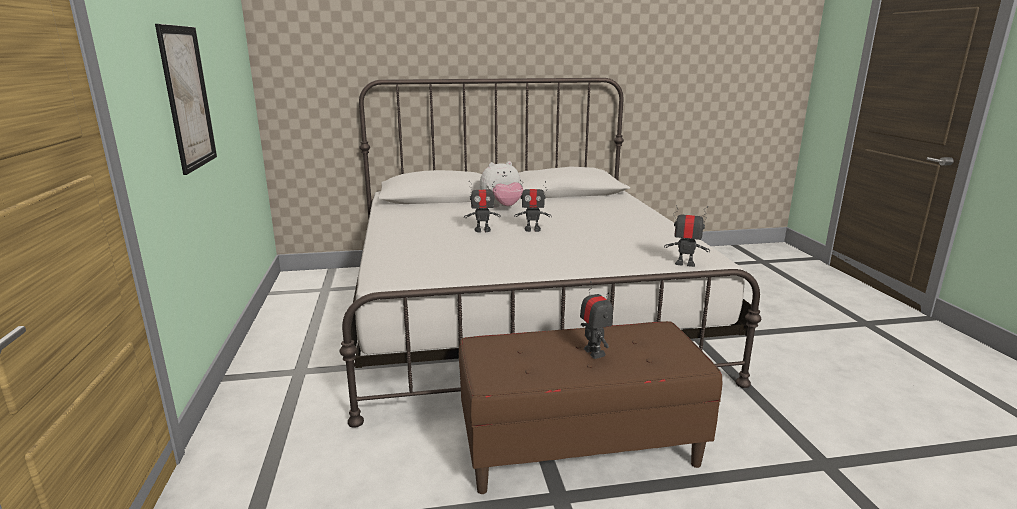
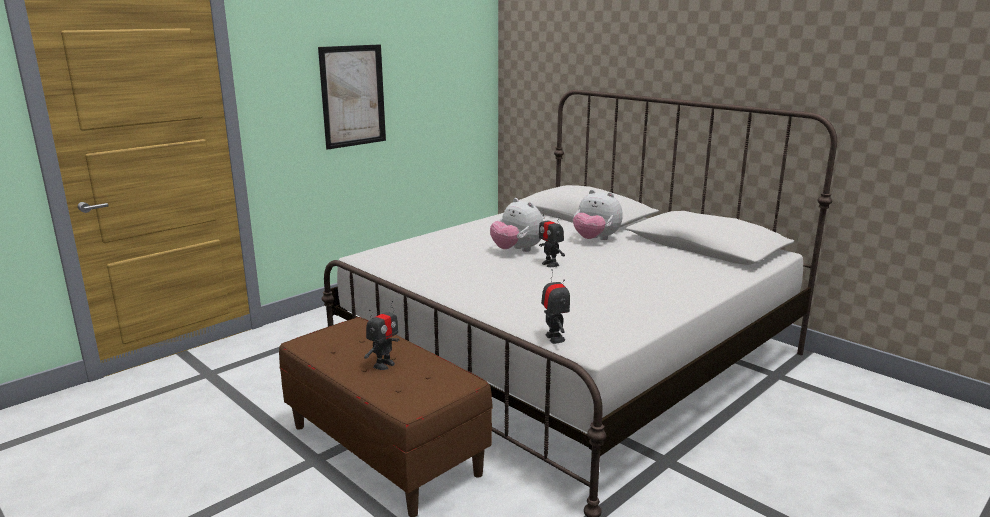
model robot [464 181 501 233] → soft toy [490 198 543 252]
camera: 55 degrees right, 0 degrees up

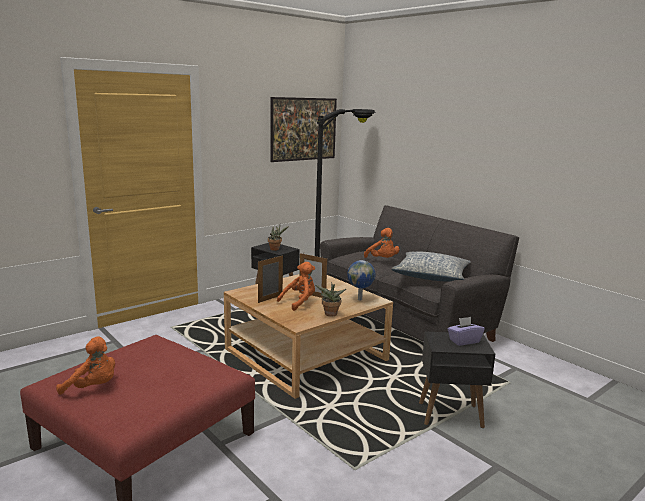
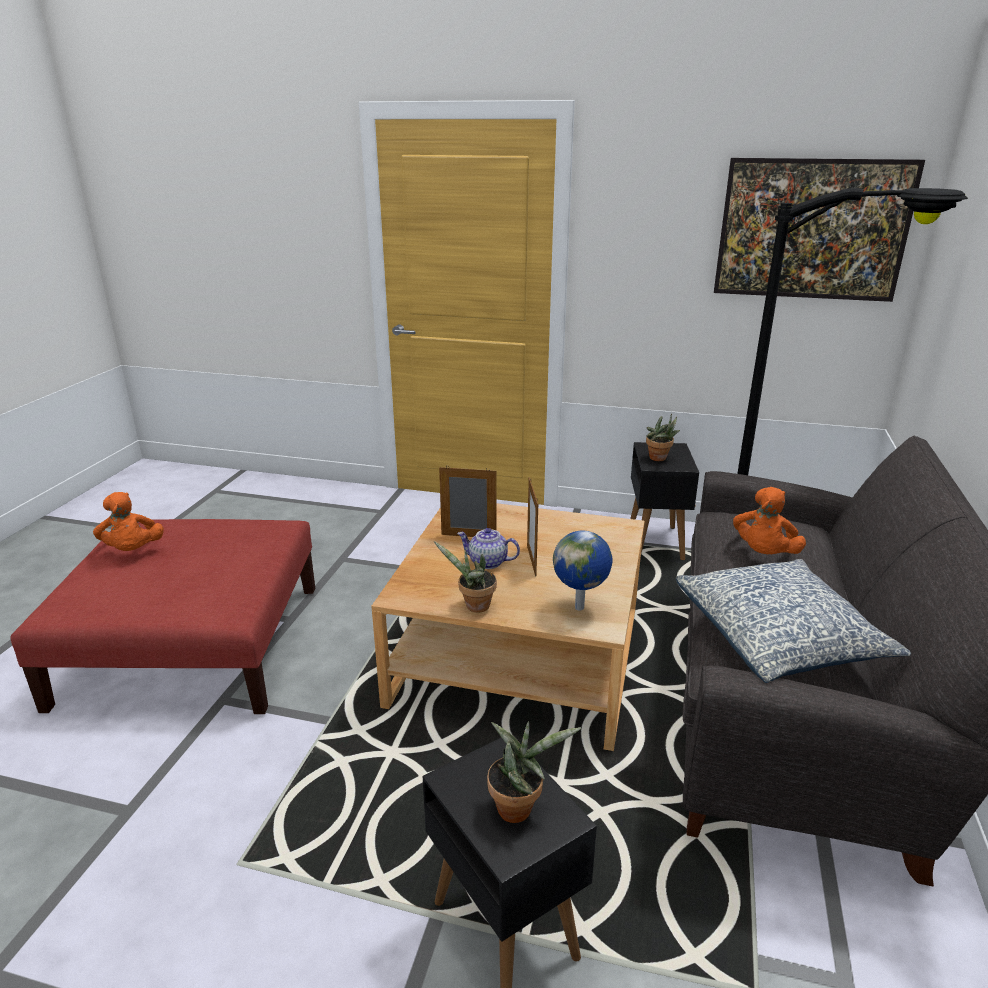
soft toy in orange-coloured [277 262 315 311] → teapot [457 528 520 569]
tissue holder in purplish [447 317 485 346] → potted plant [487 721 581 823]
camera: 55 degrees right, 10 degrees up

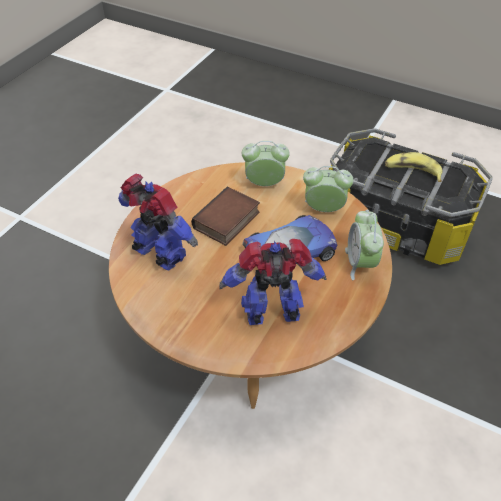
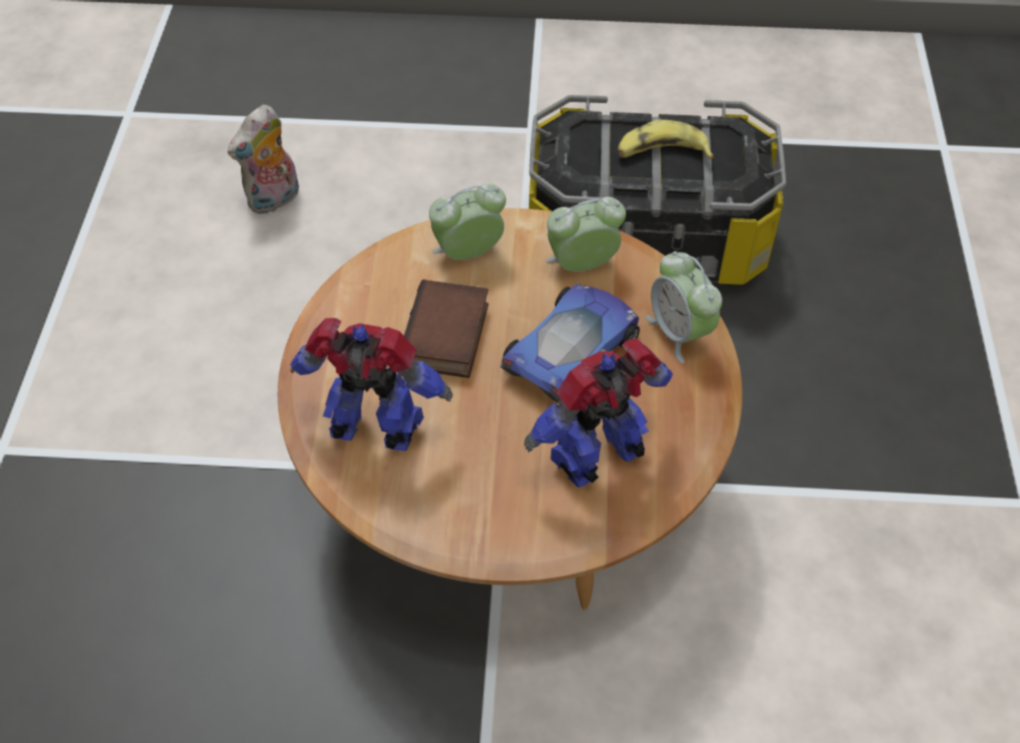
- → soft toy [228 105 299 215]
camera: 25 degrees left, 5 degrees up

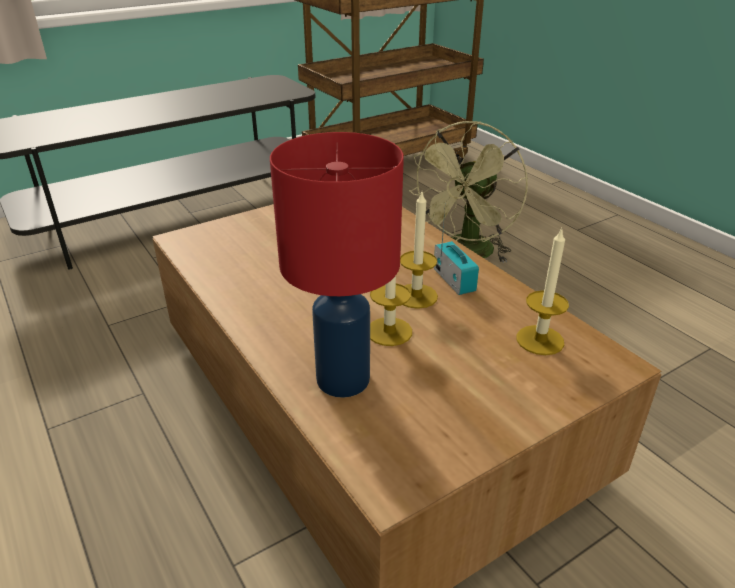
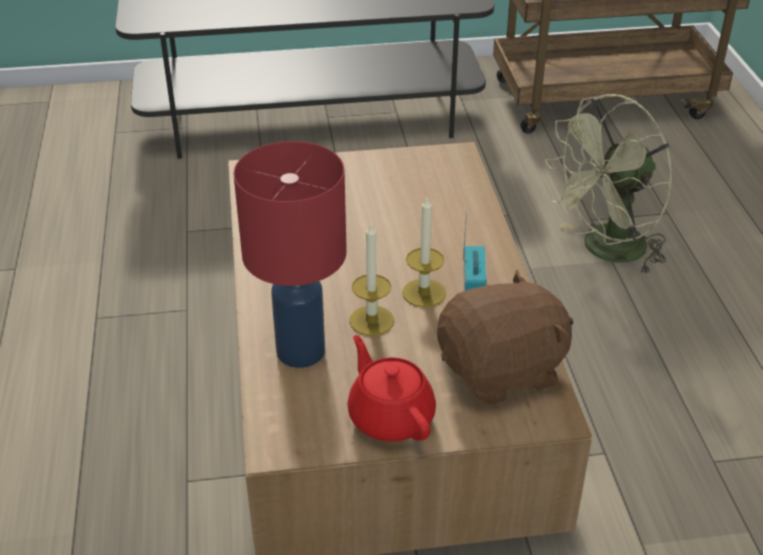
wax light [516 227 569 355] → soft toy in brownish [437 270 573 405]
- → teapot in red [347 335 436 442]
camera: 25 degrees right, 5 degrees up

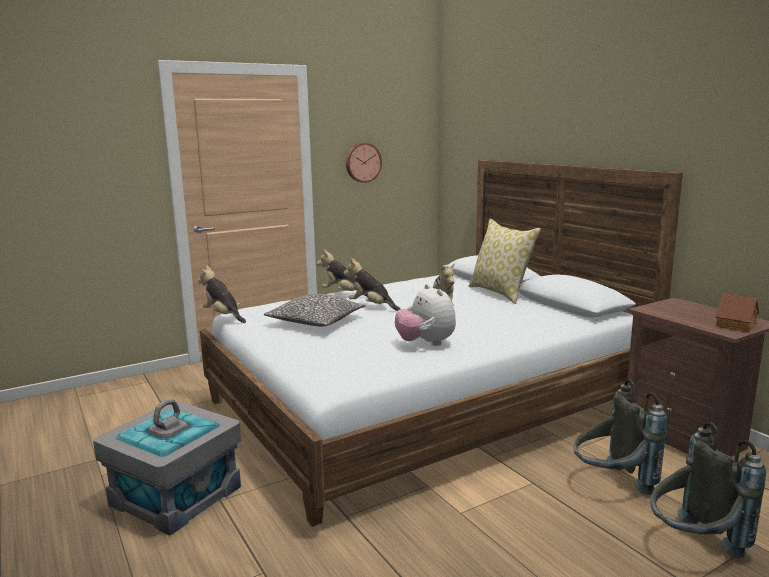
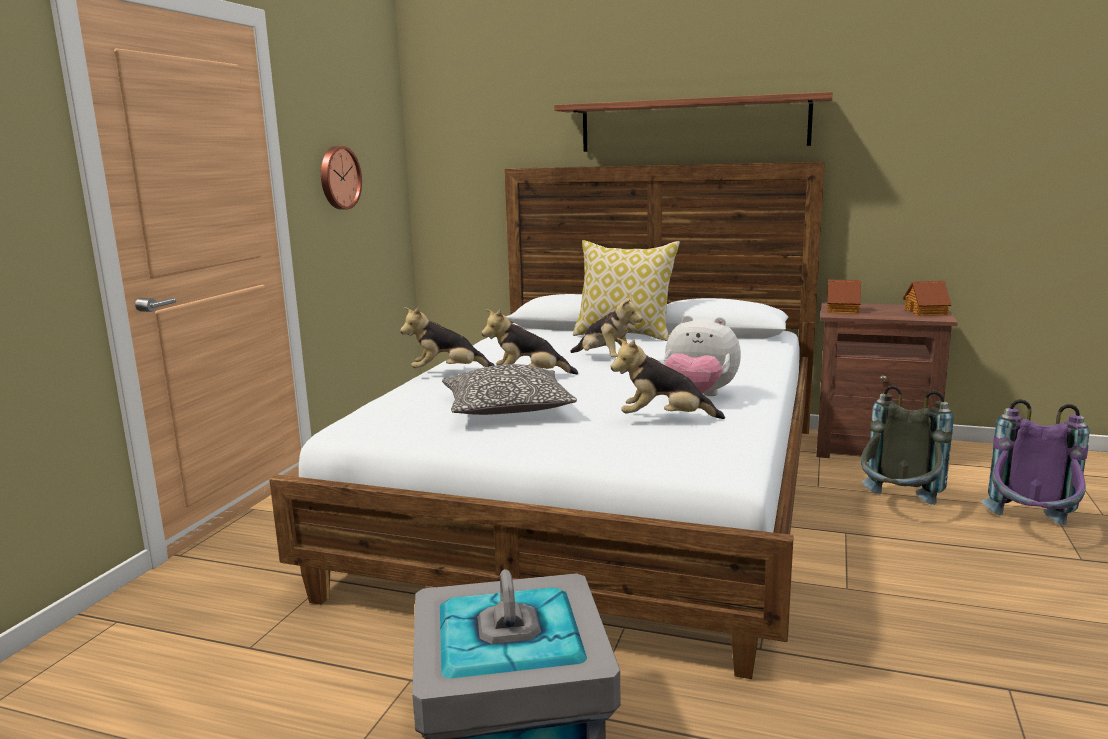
soft toy [198 265 246 323] → soft toy [611 338 725 419], relocated
rucksack in greyish [650 422 766 559] → rucksack in purplish [982 399 1090 525]
- → bracket shelf [554 92 833 152]
- → model house [827 280 862 314]
camera: 40 degrees left, 0 degrees up

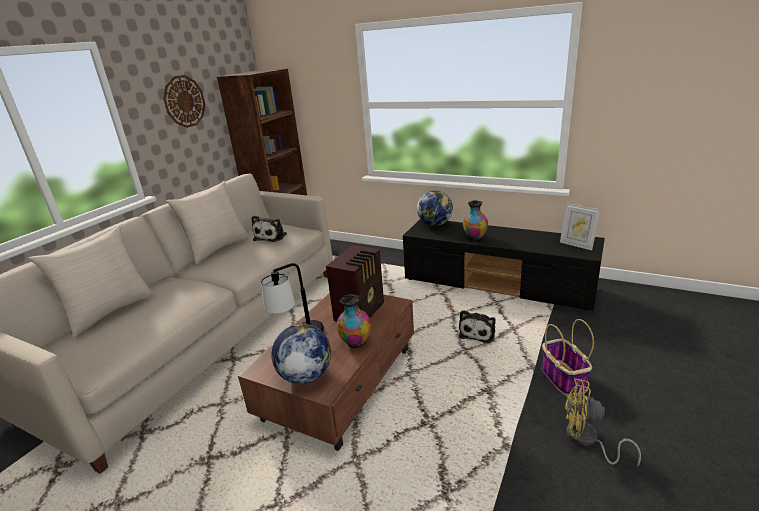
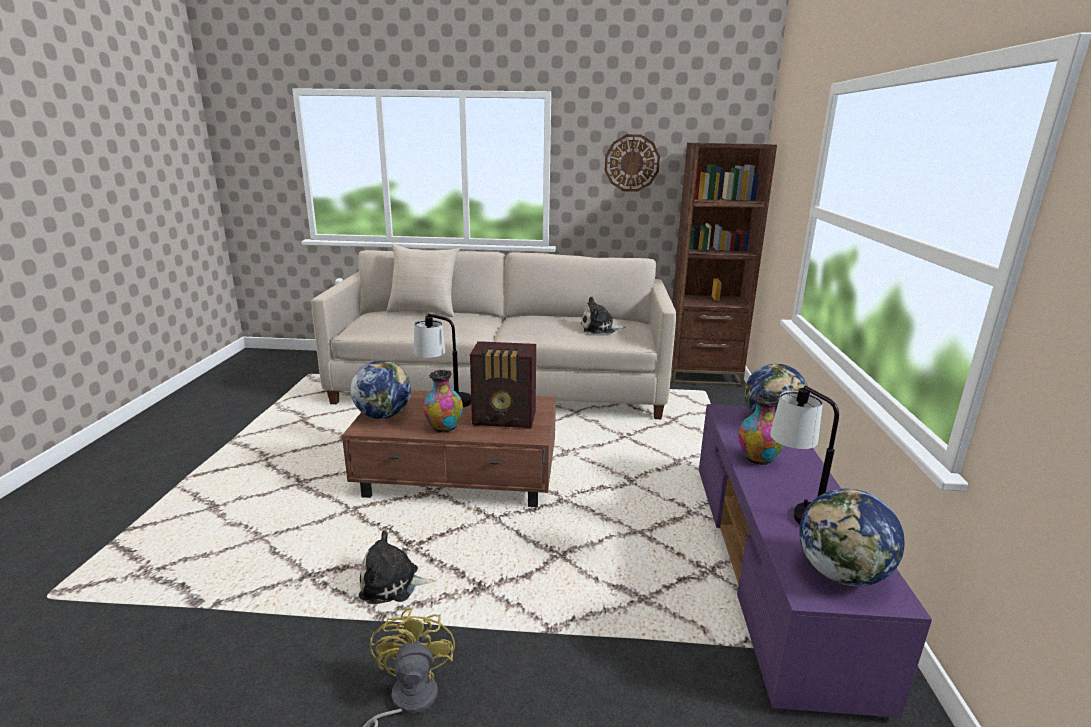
throw pillow in sand-coloured [166 181 250 264] → -
photo frame [560 203 601 250] → globe [799 488 905 586]
tv stand in black-coloured [403 219 605 312] → tv stand in purplish [699 404 932 721]
soft toy [459 310 496 343] → soft toy [359 530 436 604], relocated
household basket [541 319 594 396] → -
- → tabletop lamp [770 386 839 524]
camera: 65 degrees right, 5 degrees down

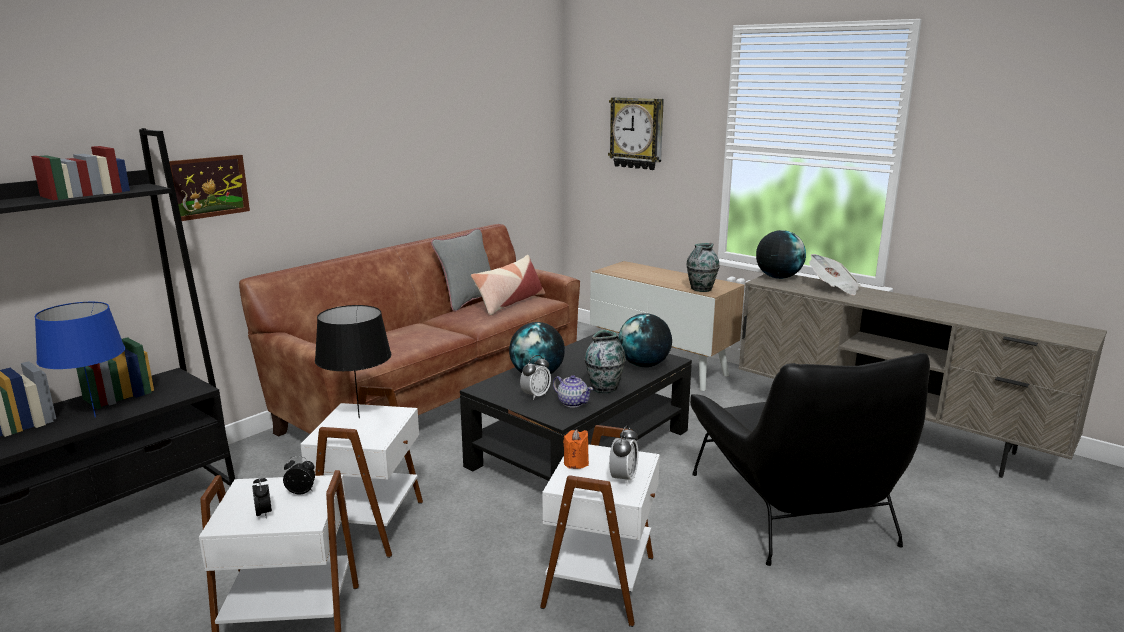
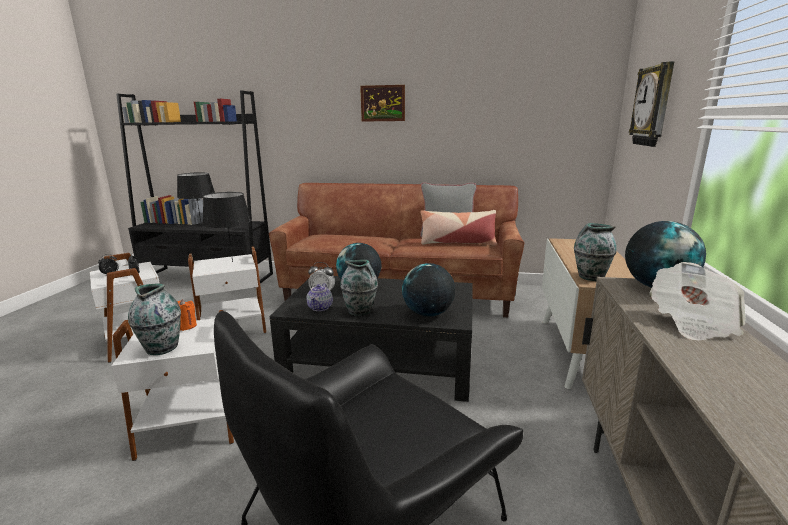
picture [169 155 250 222] → picture [360 85 405 122], relocated
tabletop lamp in blue [35 302 125 417] → tabletop lamp in black-coloured [177 172 215 227]
bedside clock [609 426 638 485] → vase [128 283 181 355]
camera: 60 degrees right, 0 degrees up

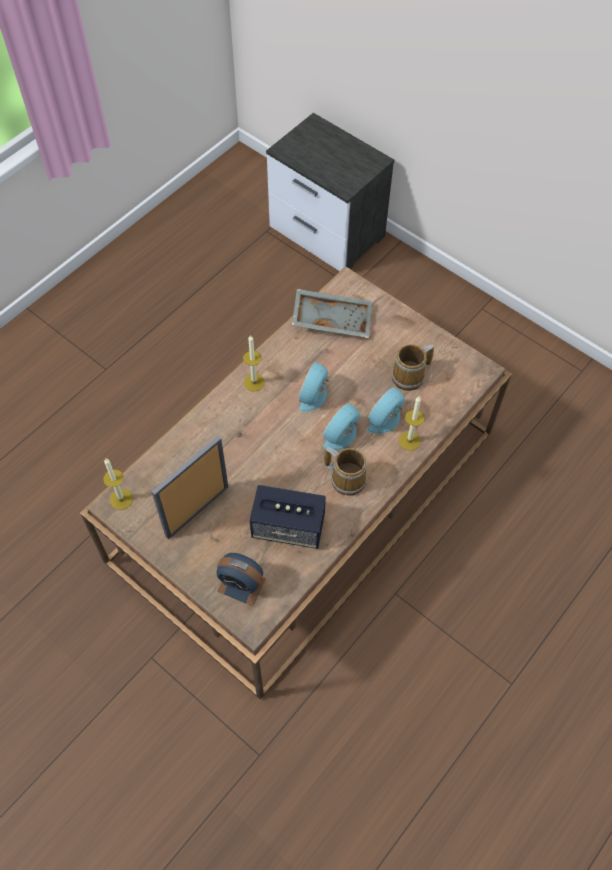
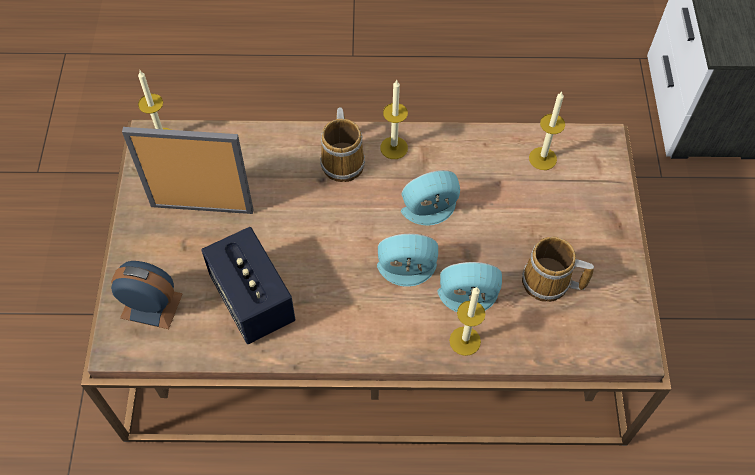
serving tray in greyish [292 289 372 338] → wax light [529 92 565 170]
coffee mug [324 447 367 495] → coffee mug [320 107 365 182], relocated
bedside clock [217 553 266 606] → bedside clock [111 261 183 329], 120 degrees clockwise
camera: 50 degrees right, 0 degrees up

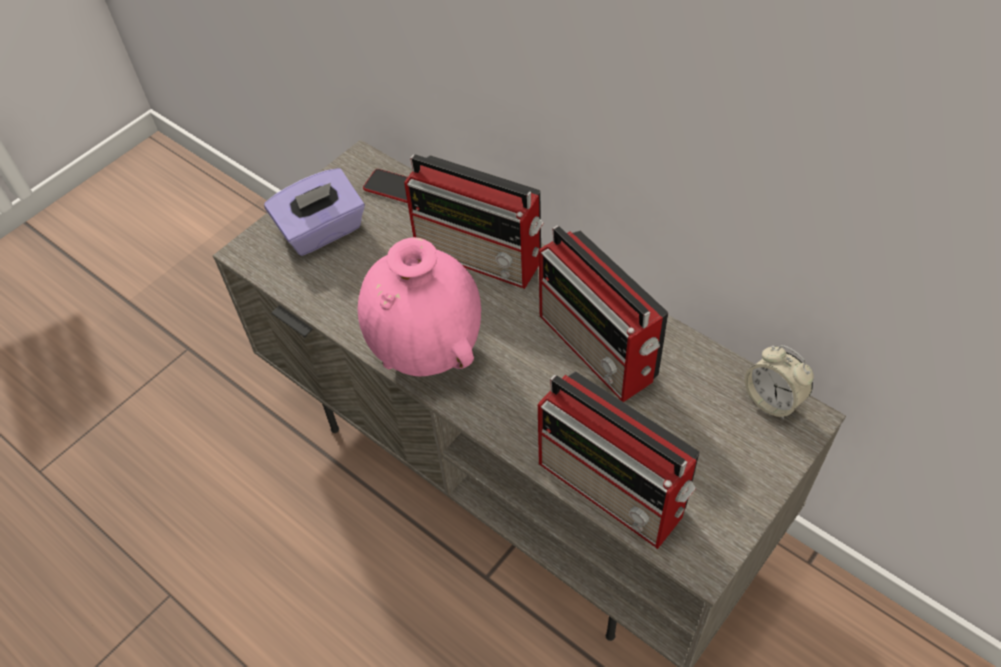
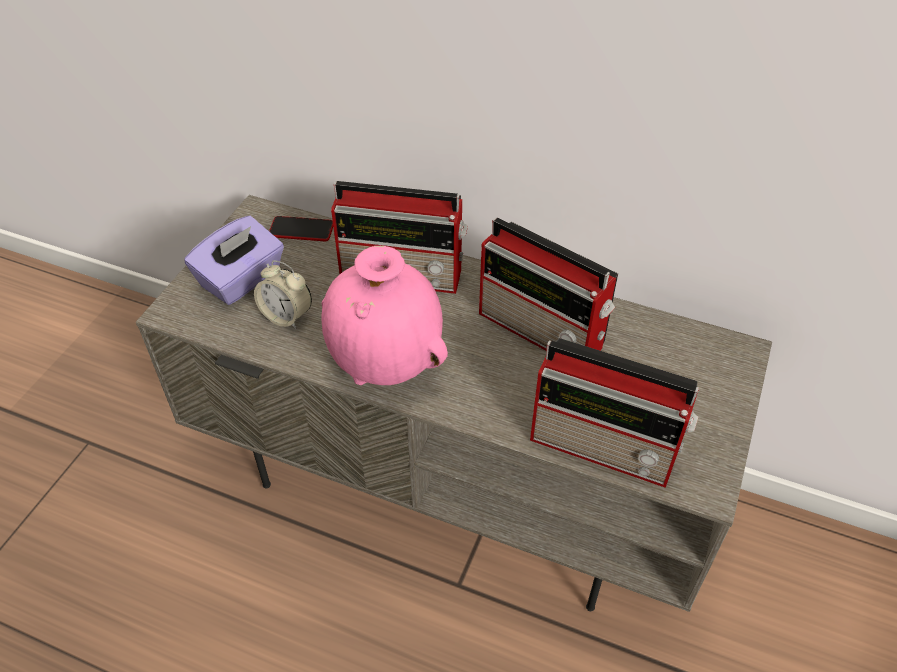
bedside clock [745 345 814 419] → bedside clock [254 260 312 329], relocated
camera: 20 degrees left, 5 degrees down

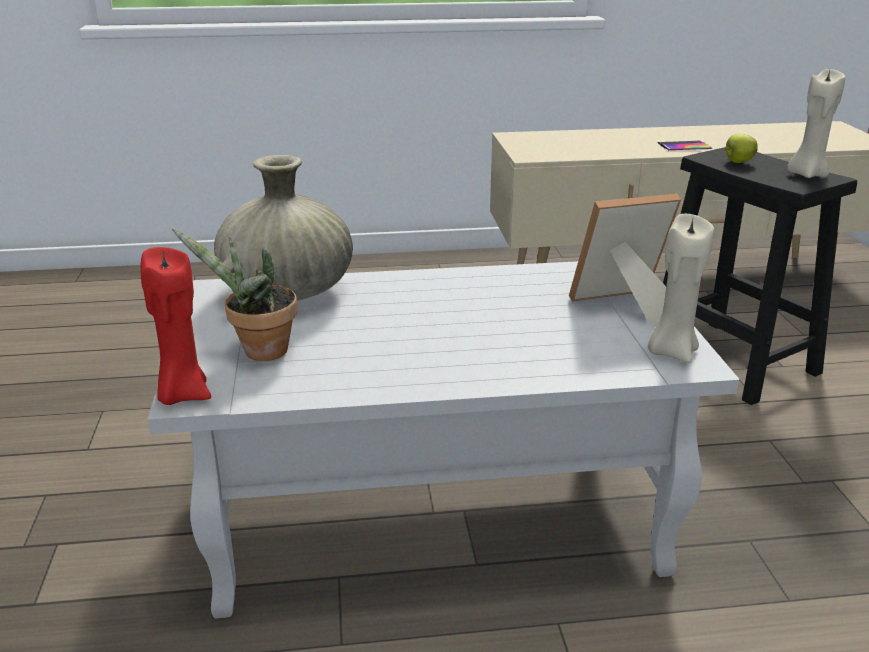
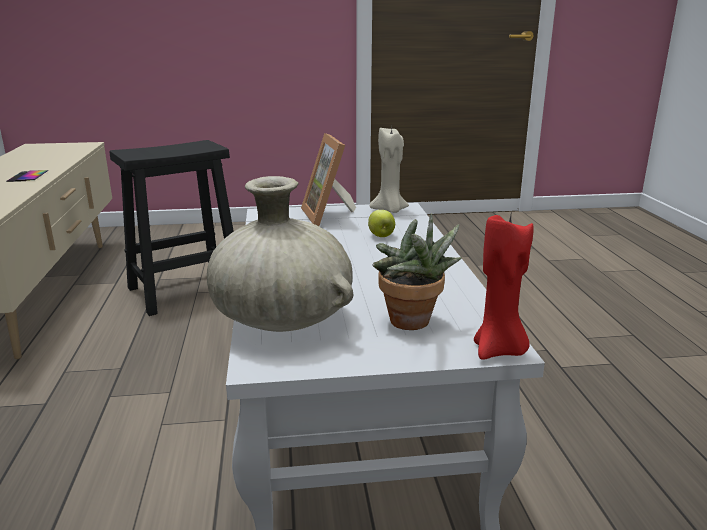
wax light in sand-coloured [787 69 845 178] → -
apple [725 133 758 163] → apple [368 210 395 237], relocated
camera: 90 degrees left, 5 degrees down

